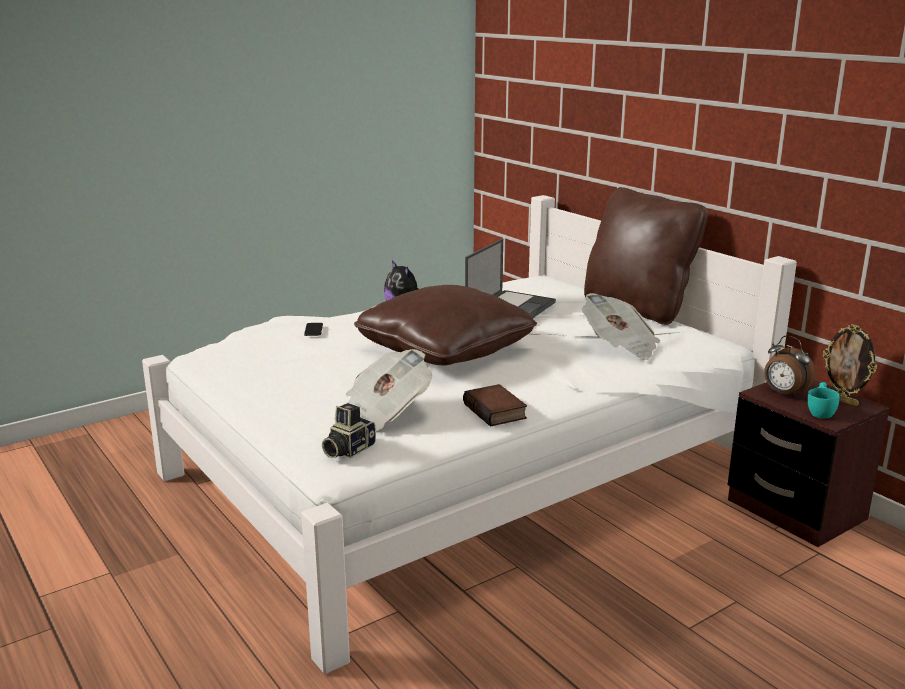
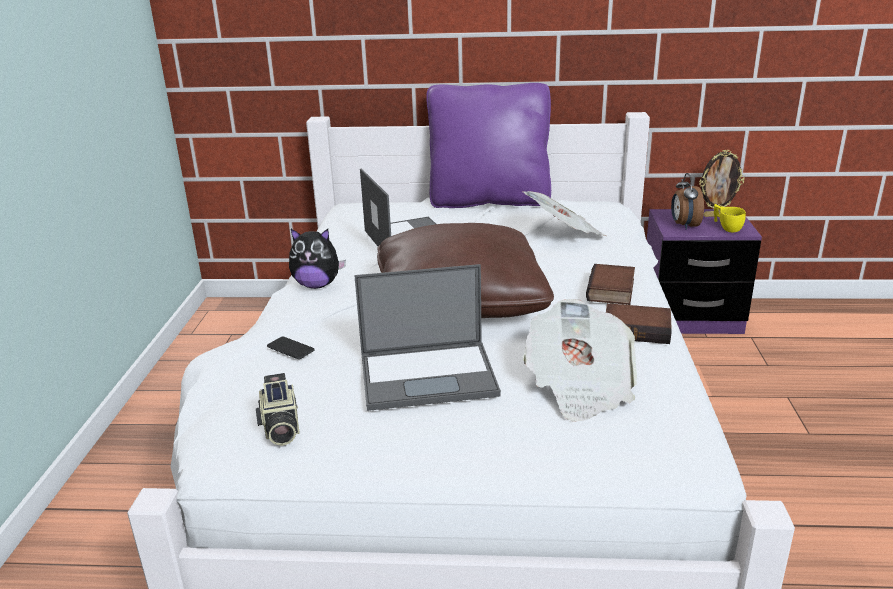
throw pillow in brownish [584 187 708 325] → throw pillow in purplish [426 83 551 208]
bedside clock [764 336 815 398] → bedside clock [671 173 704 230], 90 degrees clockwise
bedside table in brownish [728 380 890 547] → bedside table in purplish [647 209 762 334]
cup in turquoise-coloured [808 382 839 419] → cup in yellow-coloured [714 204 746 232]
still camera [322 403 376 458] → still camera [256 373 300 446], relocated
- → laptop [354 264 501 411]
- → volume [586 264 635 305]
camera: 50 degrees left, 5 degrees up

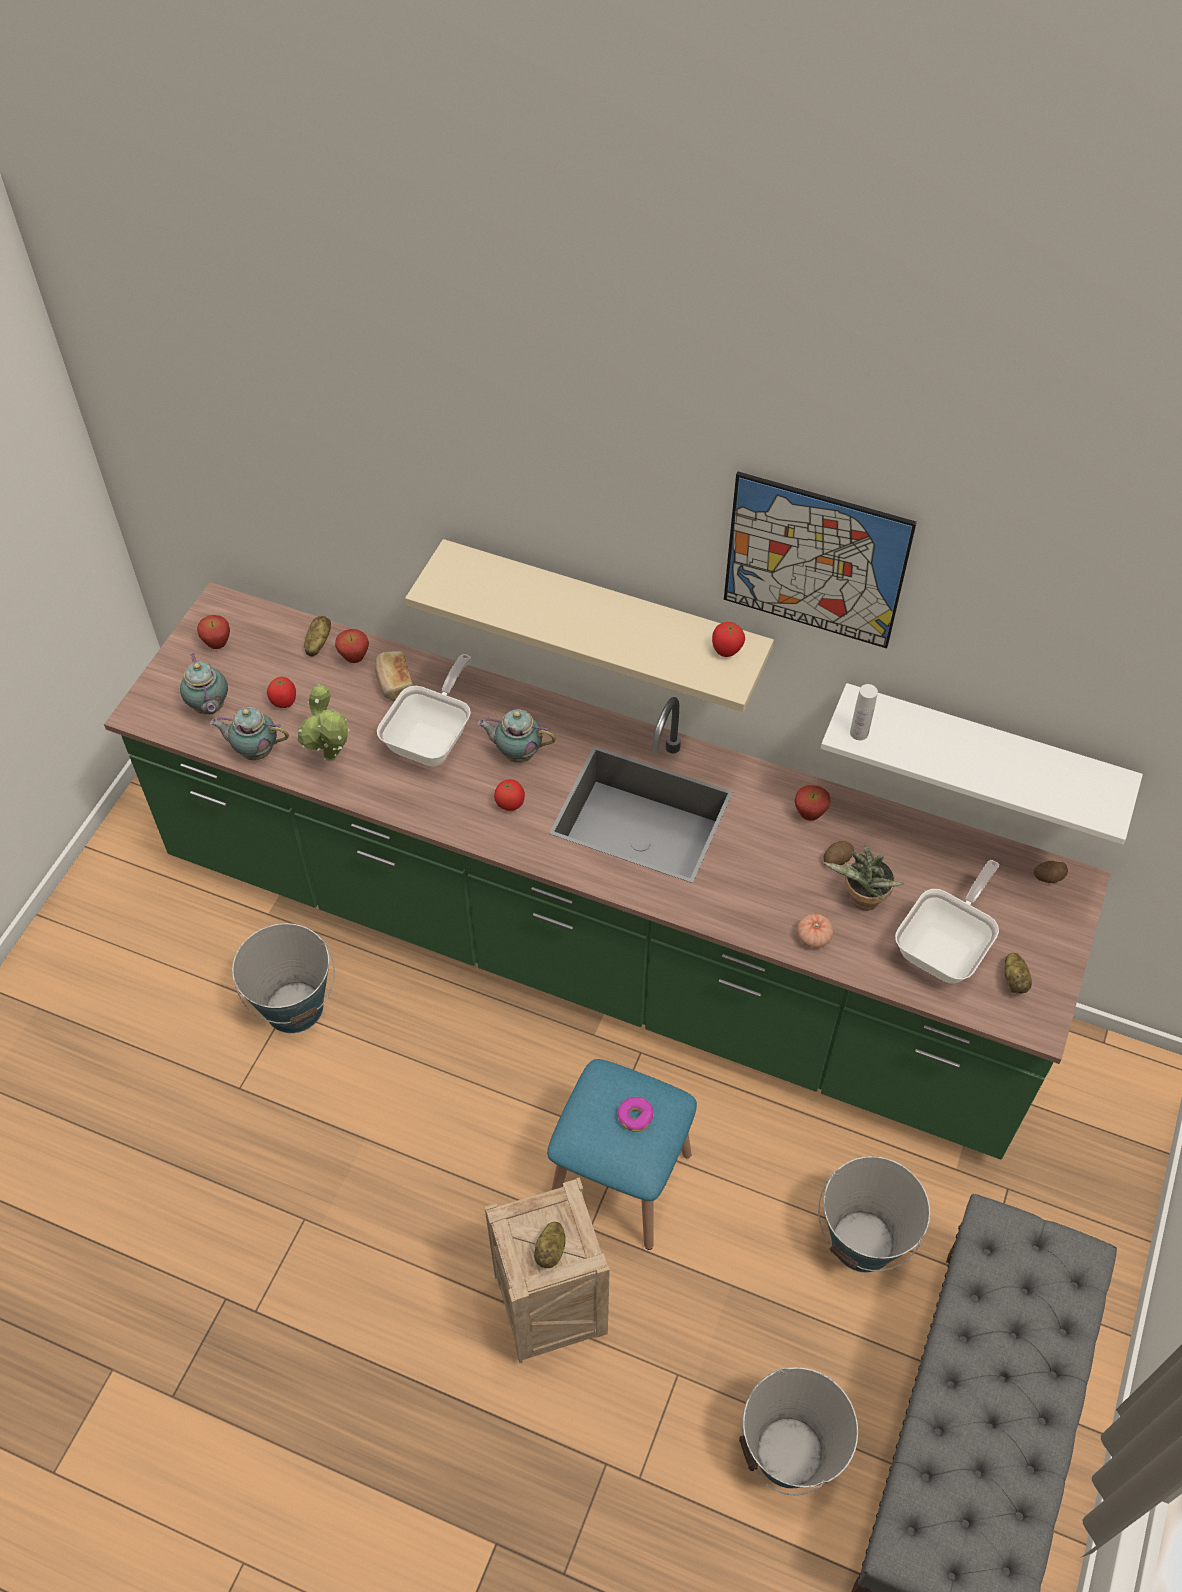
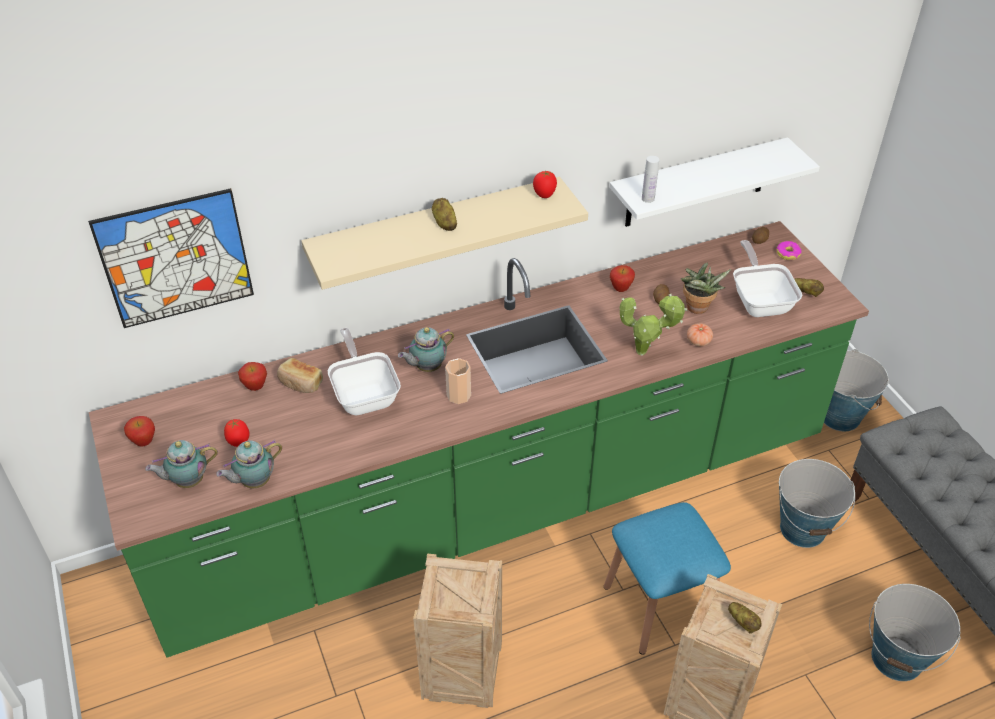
picture [724 472 917 648] → picture [88 188 254 328], relocated
spud [304 616 331 657] → spud [432 198 457 231], relocated
teapot [180 653 228 714] → teapot [145 440 218 488], 135 degrees clockwise
potted plant [298 683 350 761] → potted plant [620 294 687 356], relocated
fresh tomato [494 779 525 811] → cup [445 358 471 404]
pail [232 923 335 1033] → pail [824 349 889 431], relocated
donut [617 1097 654 1132] → donut [776 241 802 260], relocated
- → crate [413 553 502 708]
camera: 45 degrees left, 10 degrees down

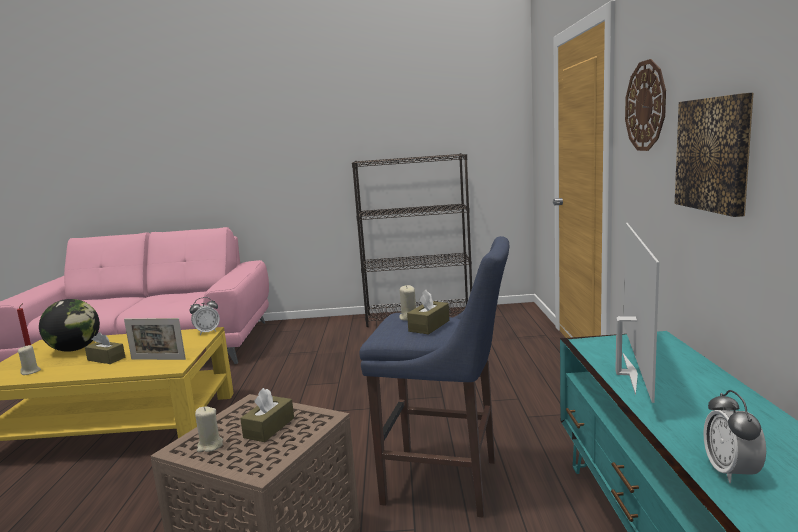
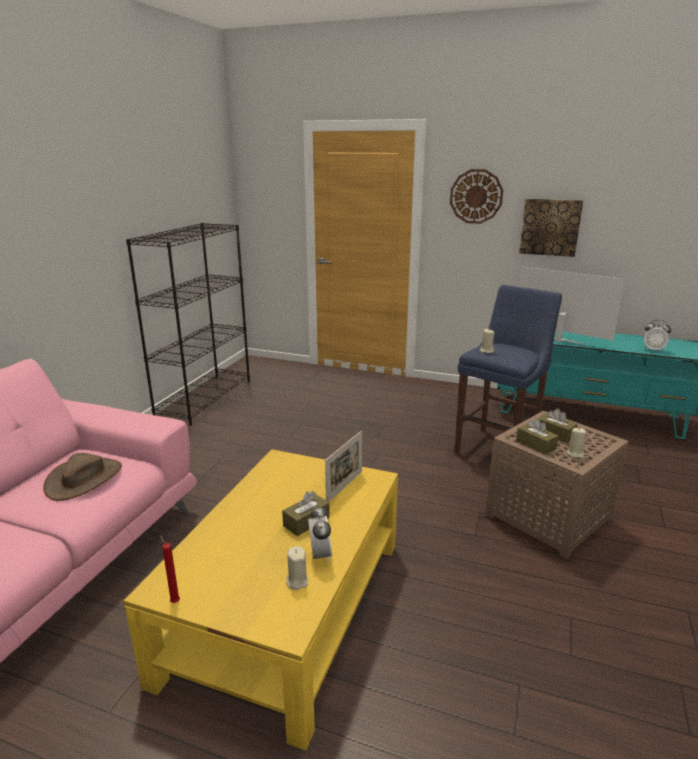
tissue holder in brownish [407 290 449 334] → tissue holder in brownish [516 418 559 455], relocated
bedside clock [190 297 220 335] → bedside clock [308 505 332 562], relocated
globe [39 299 100 352] → -
- → clothing hat in brownish [43 453 122 501]
camera: 70 degrees left, 10 degrees up

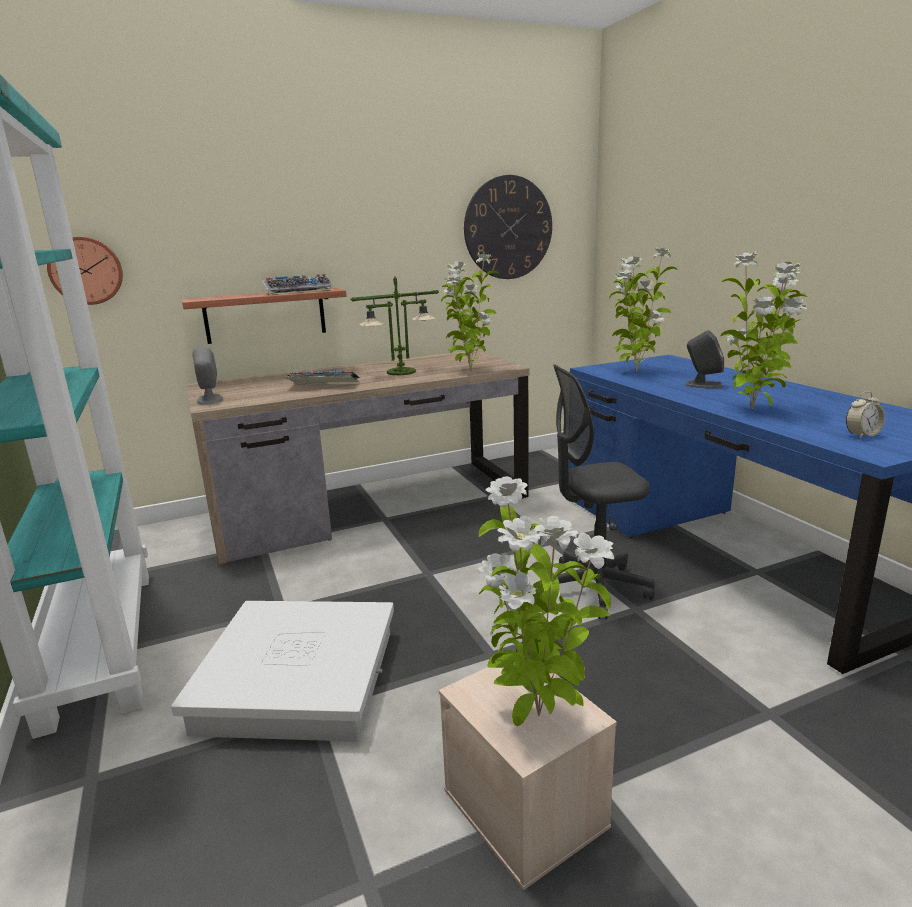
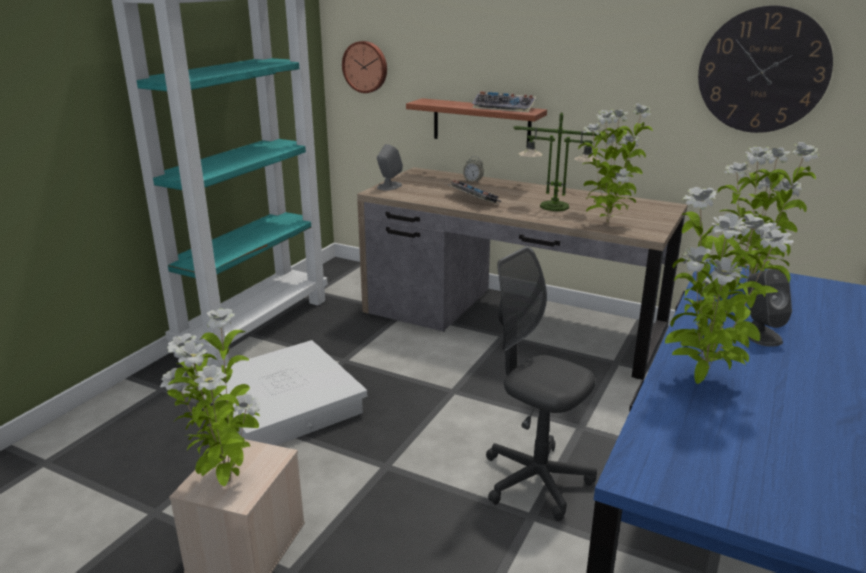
bedside clock [846 391 885 438] → bedside clock [463 156 484 183], relocated
camera: 50 degrees right, 5 degrees up

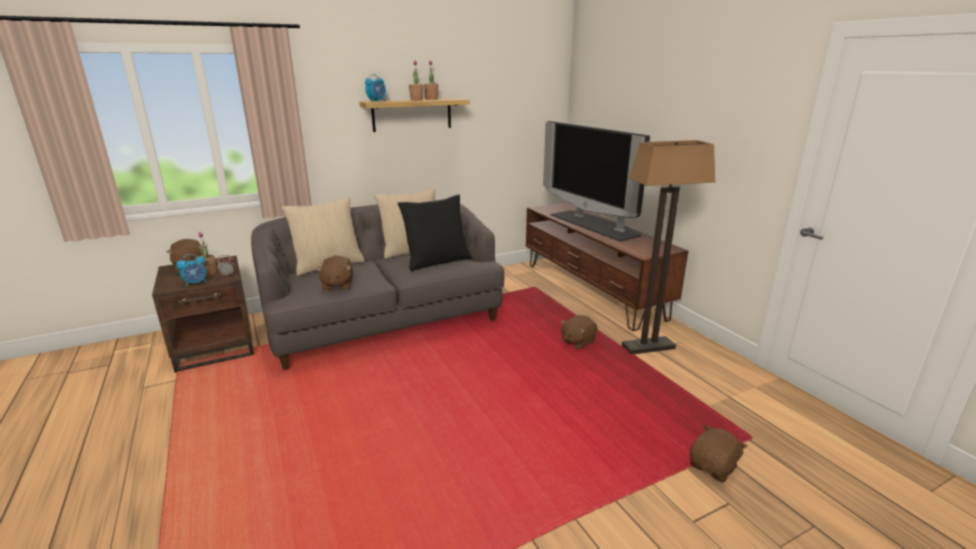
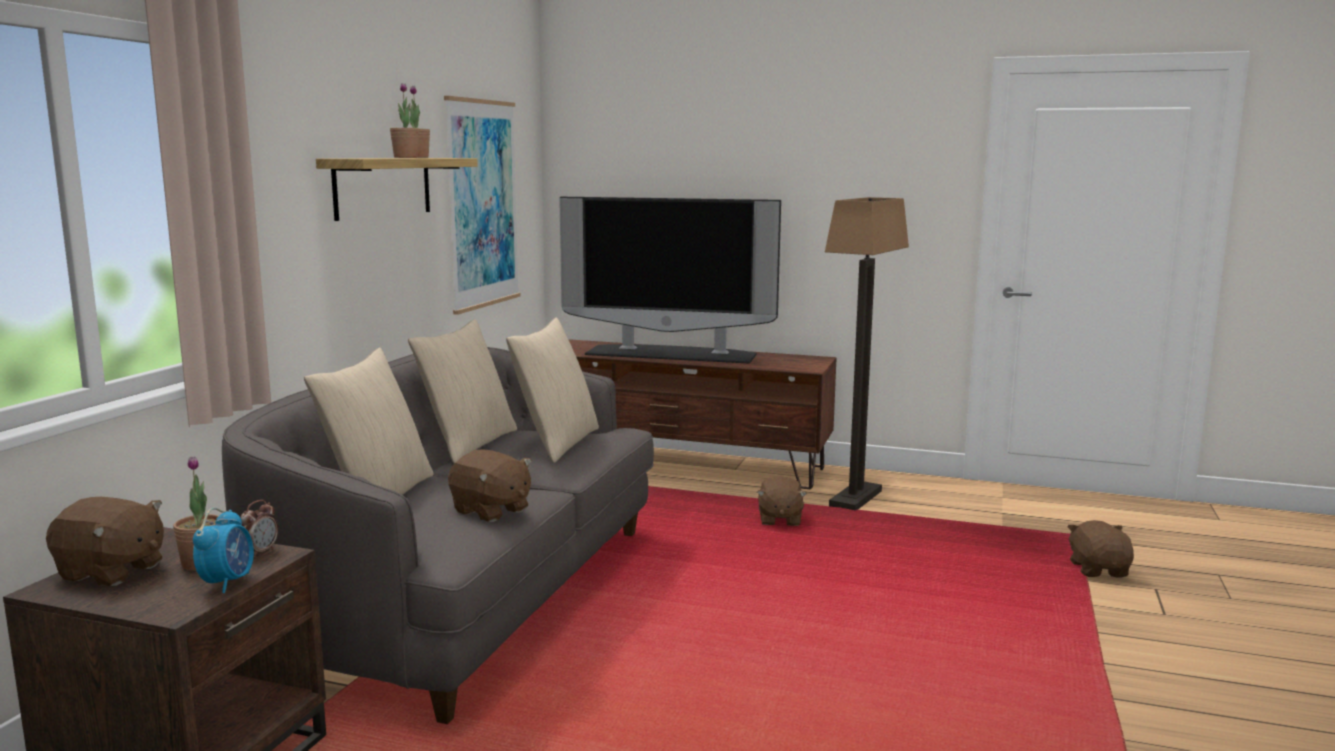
bedside clock [365 74 386 102] → -
throw pillow in black-coloured [398 195 472 271] → throw pillow in sand-coloured [506 317 599 463]
- → picture [444 96 521 315]
camera: 45 degrees left, 10 degrees down

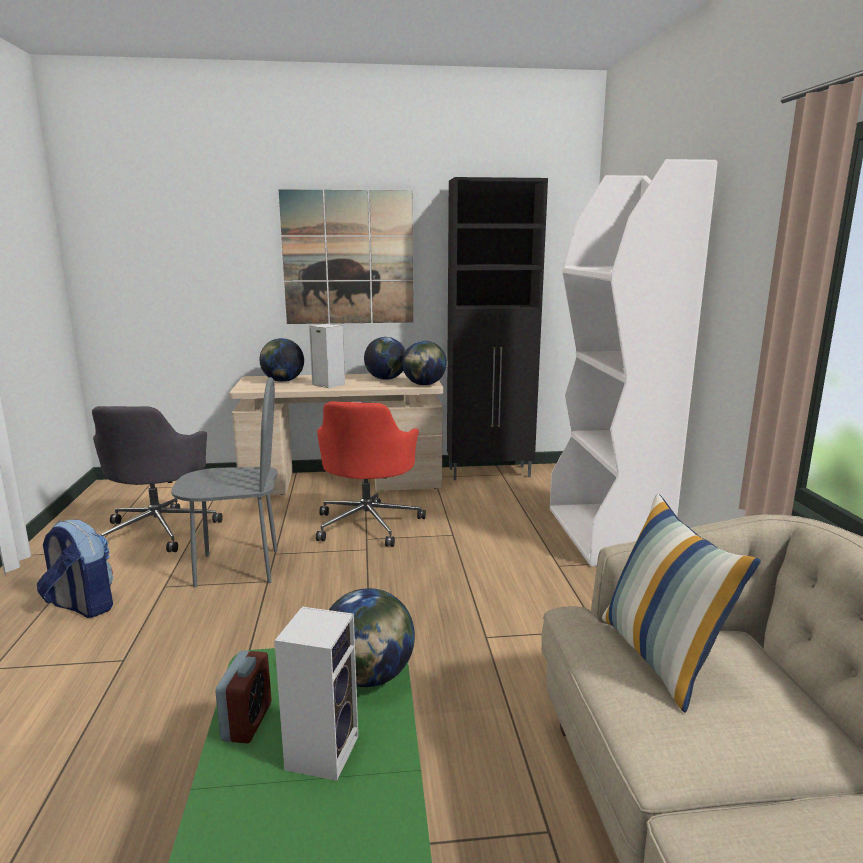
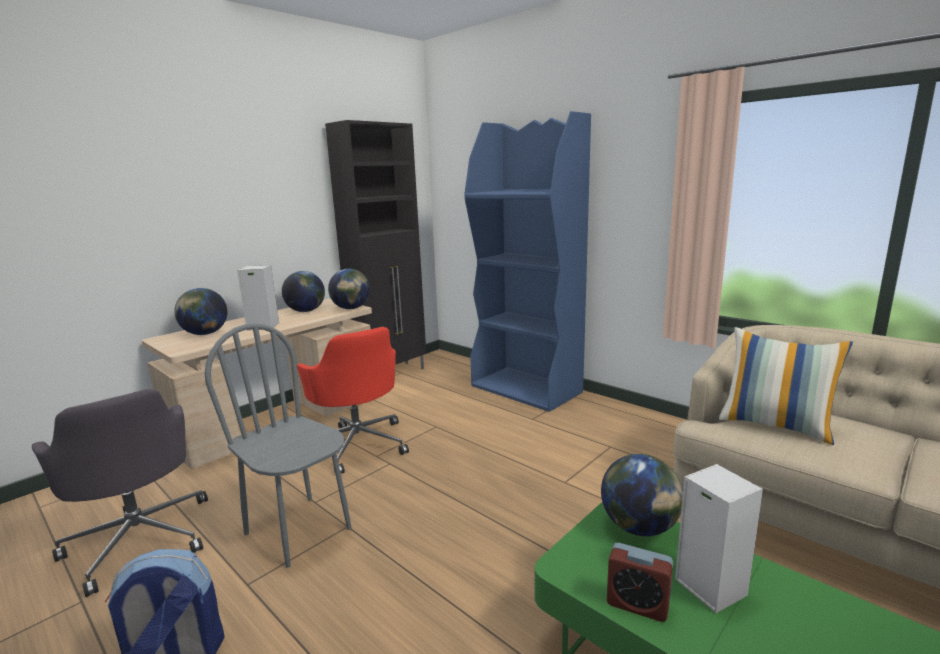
shelving unit in whitish [550 159 718 566] → shelving unit in blue [464 111 591 412]
picture [279 189 413 324] → -
chair in greyish [171 377 278 588] → chair in greyish [205 323 352 568], 90 degrees counterclockwise
bedside clock [215 650 271 744] → bedside clock [607 543 673 622], 150 degrees clockwise
camera: 40 degrees left, 0 degrees up

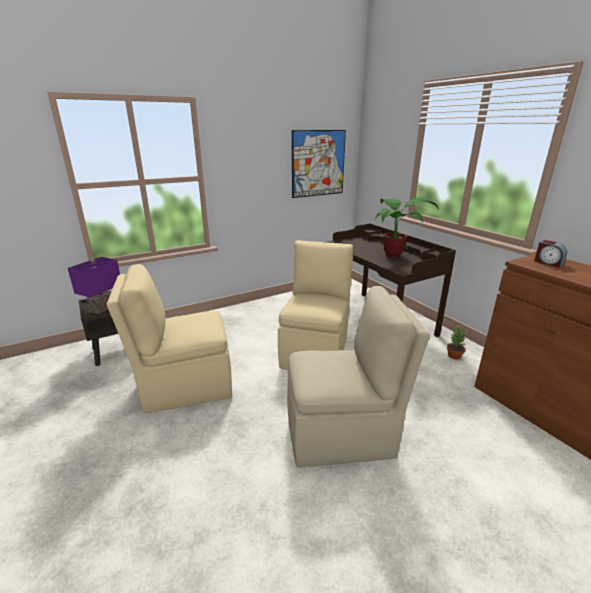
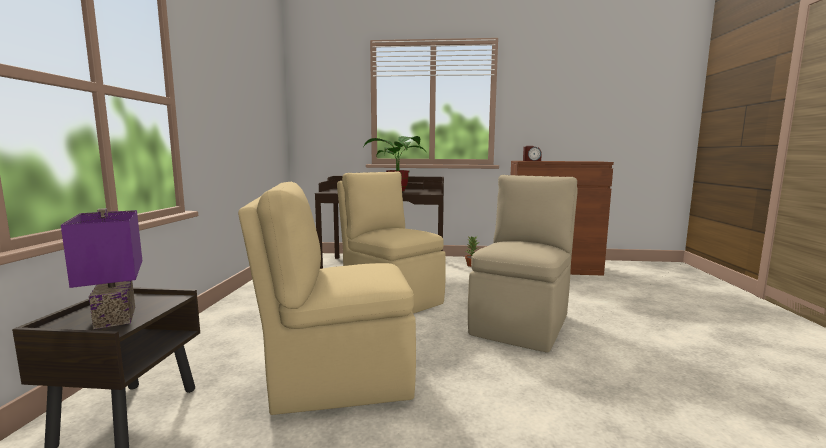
picture [292 130 346 198] → -
chair in sand-coloured [107 264 232 414] → chair in sand-coloured [238 182 416 415], 60 degrees clockwise
camera: 55 degrees left, 15 degrees down

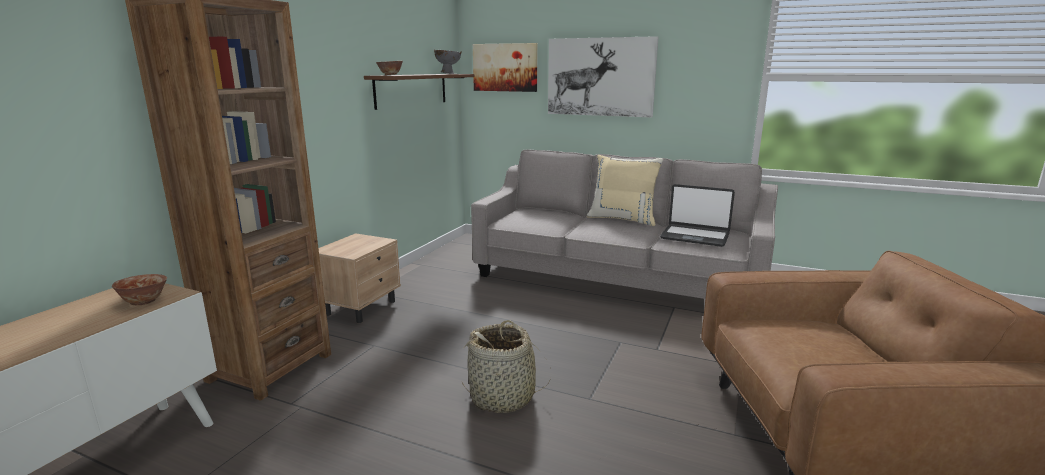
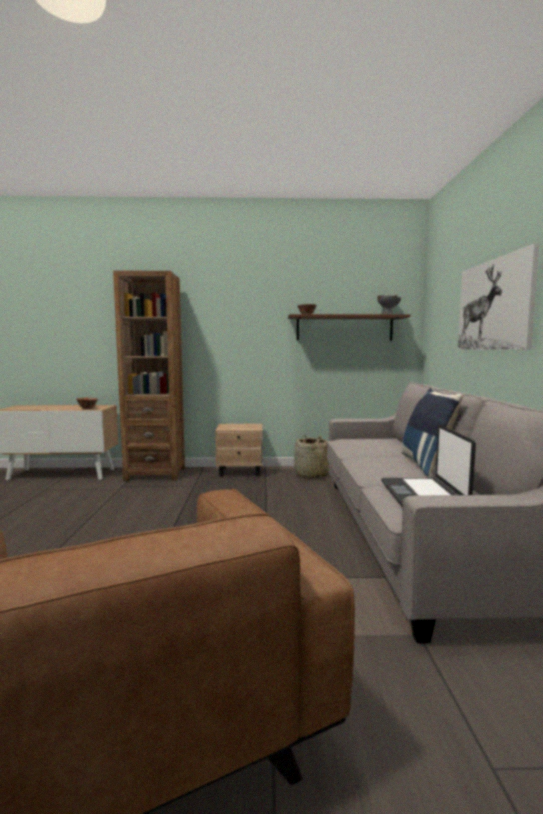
picture [473 43 538 92] → -
throw pillow in sand-coloured [587 155 663 226] → throw pillow in blue [401 388 463 476]
household basket [462 320 551 413] → household basket [294 435 329 478], relocated
camera: 65 degrees right, 10 degrees down

